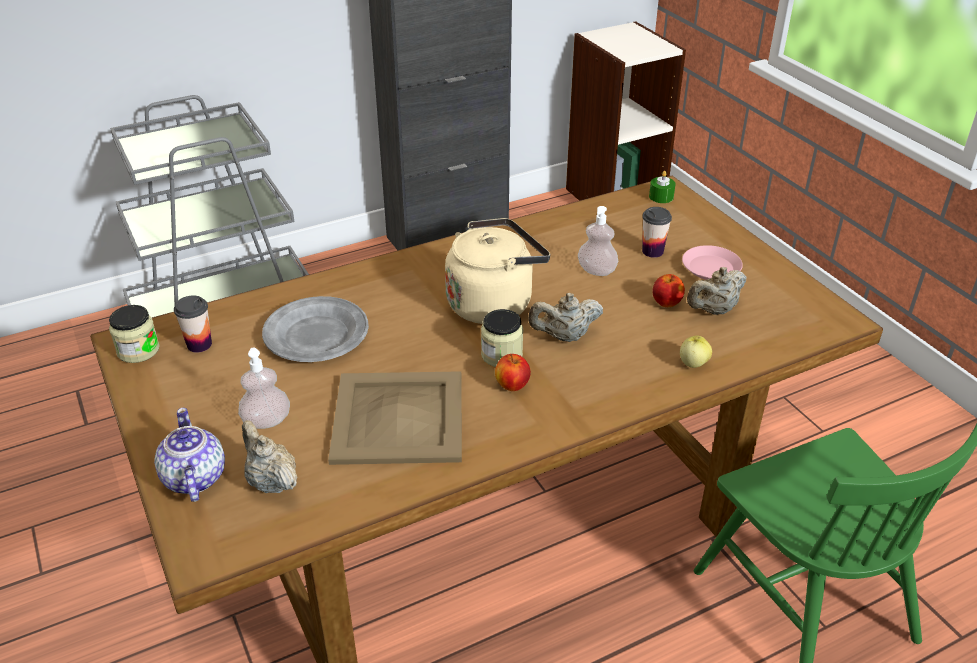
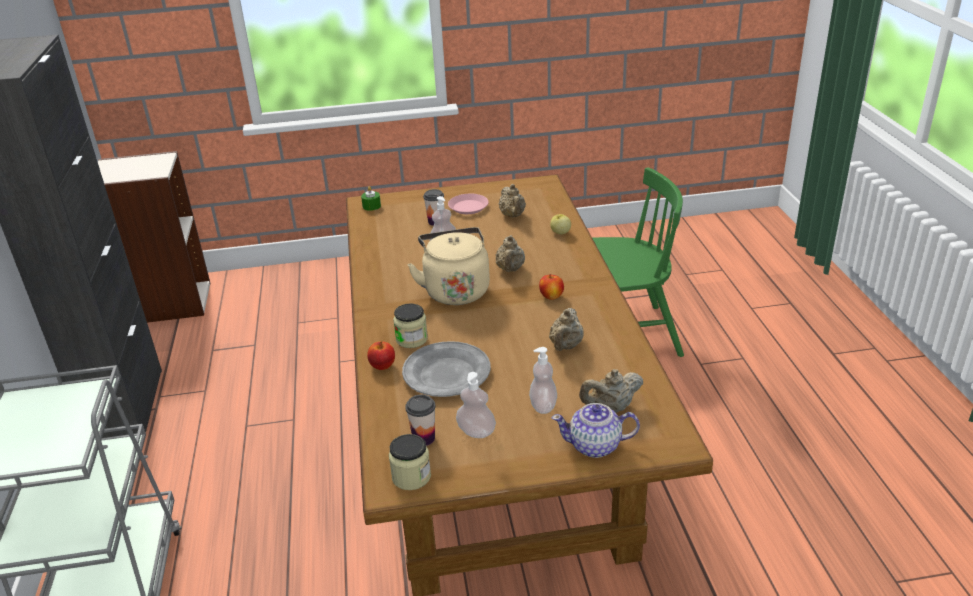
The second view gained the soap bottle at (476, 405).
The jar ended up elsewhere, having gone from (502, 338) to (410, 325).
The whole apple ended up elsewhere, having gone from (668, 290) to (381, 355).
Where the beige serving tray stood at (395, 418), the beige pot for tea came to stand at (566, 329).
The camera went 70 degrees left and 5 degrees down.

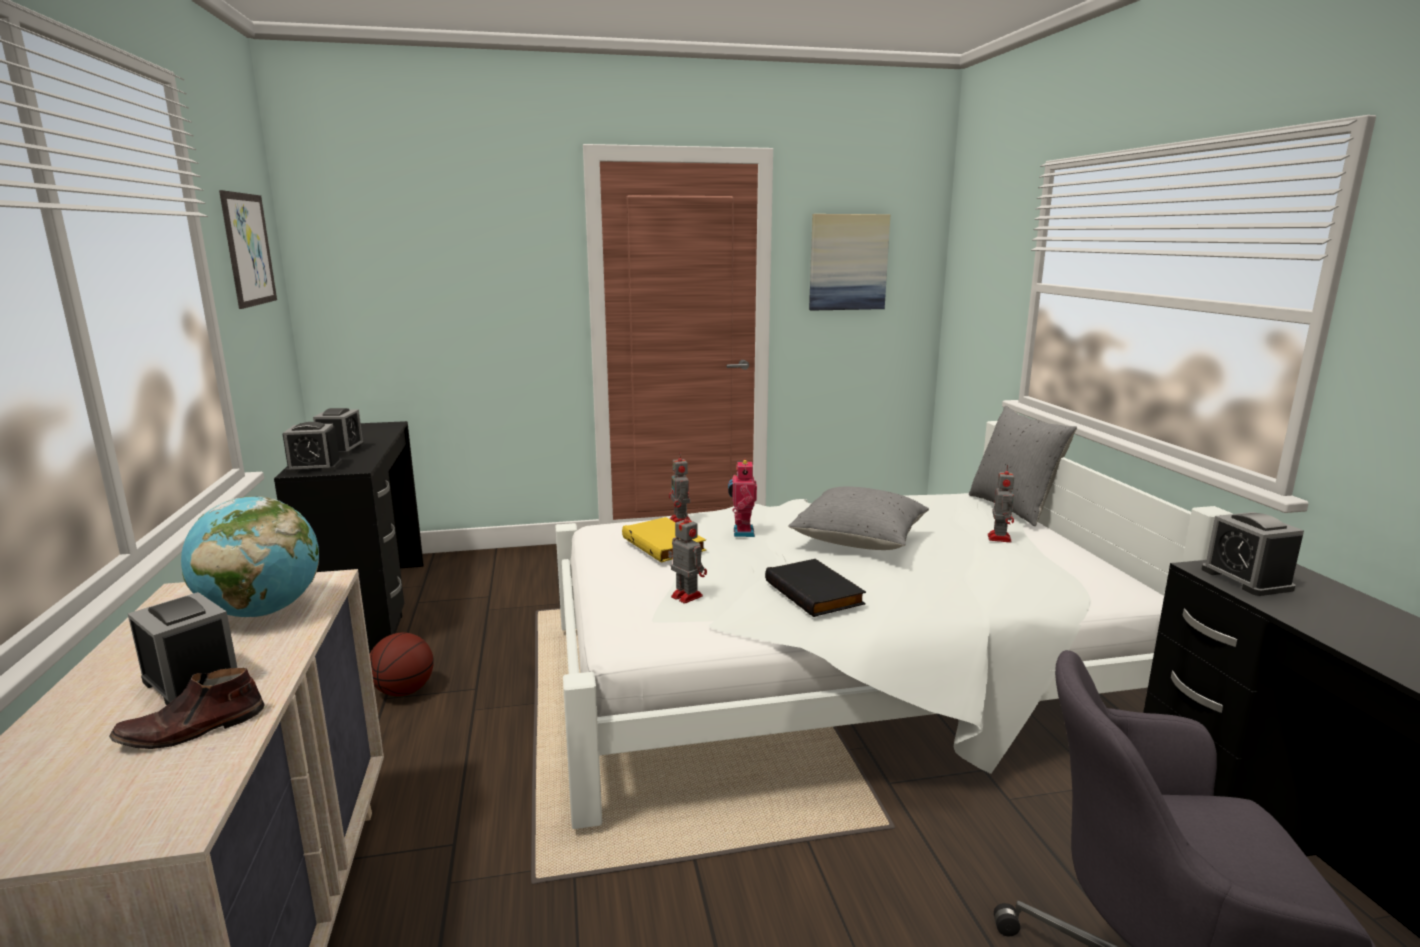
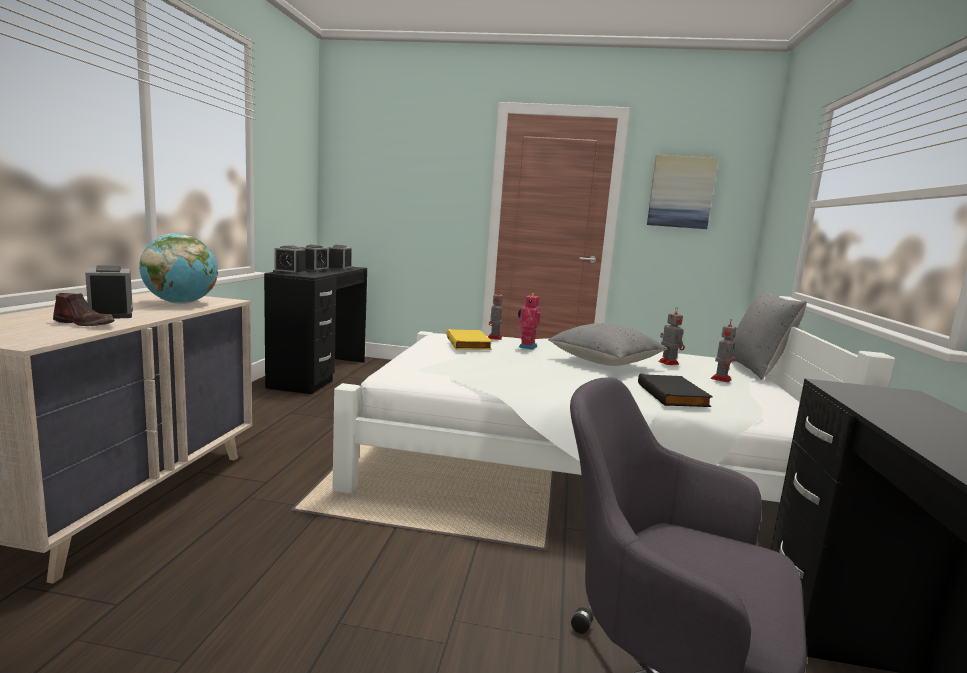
The second view lost the picture at (248, 249).
The second view lost the ball for basketball at (402, 664).
The toy robot ended up elsewhere, having gone from (687, 558) to (671, 336).
The black-coloured volume ended up elsewhere, having gone from (815, 588) to (675, 390).
The table clock ended up elsewhere, having gone from (1252, 554) to (340, 258).
The brownish shoe at (187, 708) ended up facing another way, 150 degrees counterclockwise from before.
The camera went 20 degrees right and 5 degrees down.

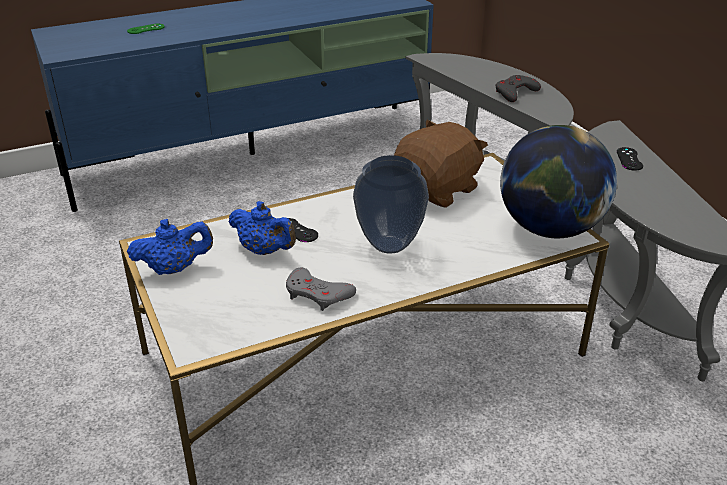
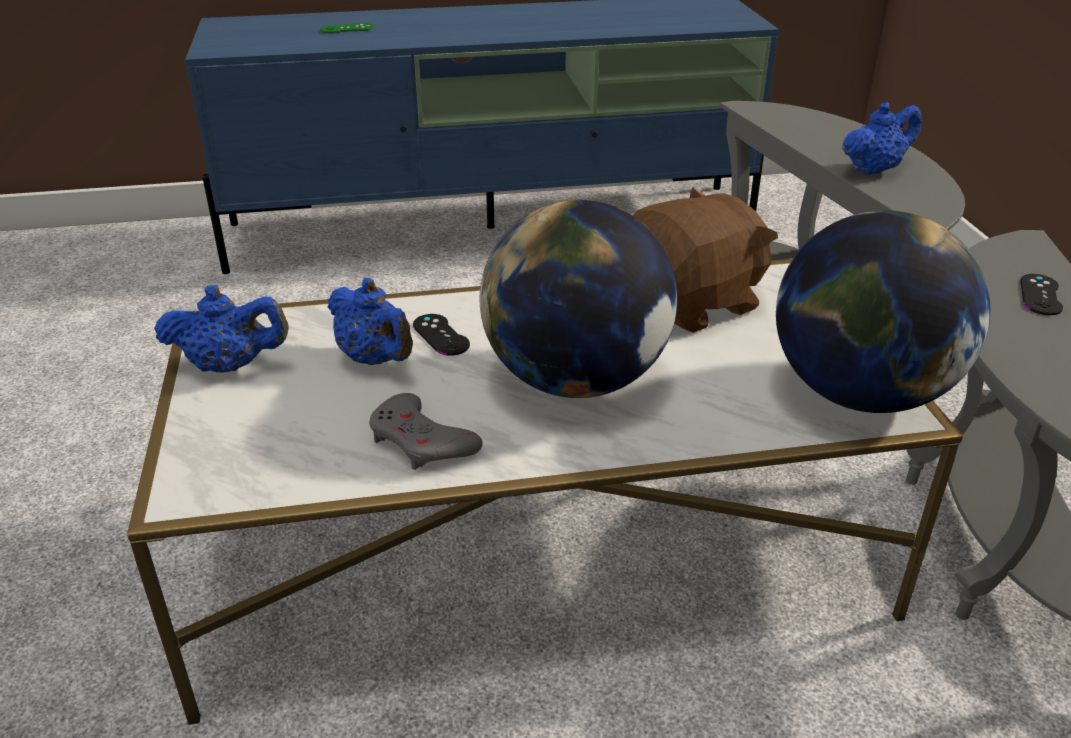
Where the vase stood at (391, 204), the world globe came to stand at (579, 299).
Where the gray gamepad stood at (518, 88), the blue pot for tea came to stand at (882, 138).
The camera went 15 degrees right and 0 degrees up.

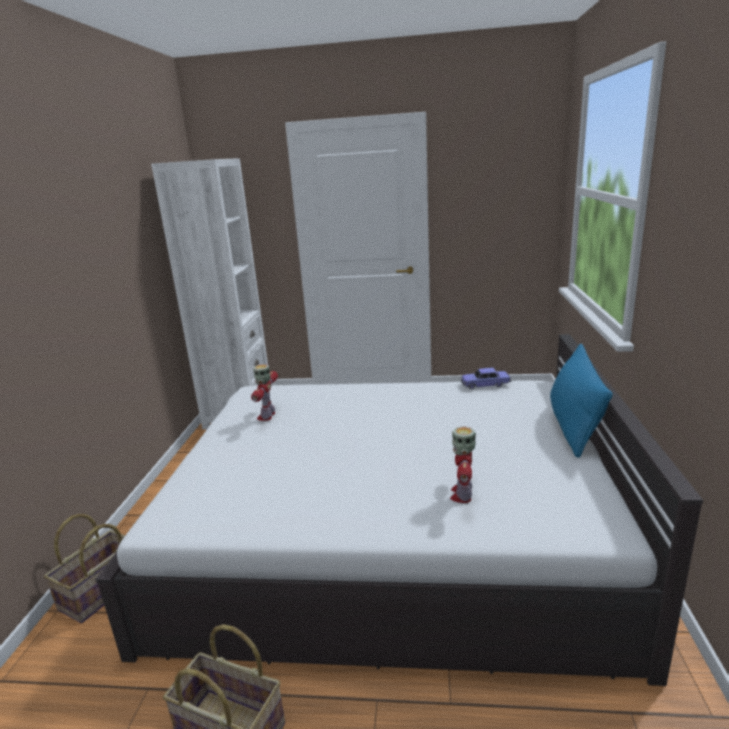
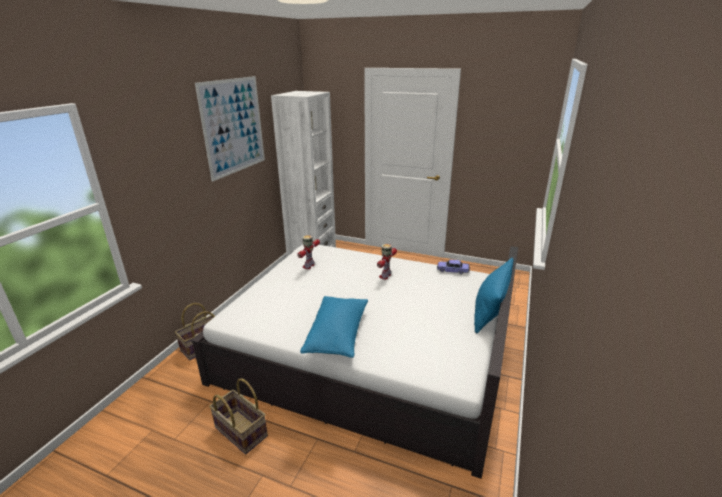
The second view gained the picture at (230, 129).
The second view gained the blue pillow at (334, 327).
The toy robot ended up elsewhere, having gone from (463, 464) to (387, 261).
The camera went 15 degrees right and 5 degrees up.

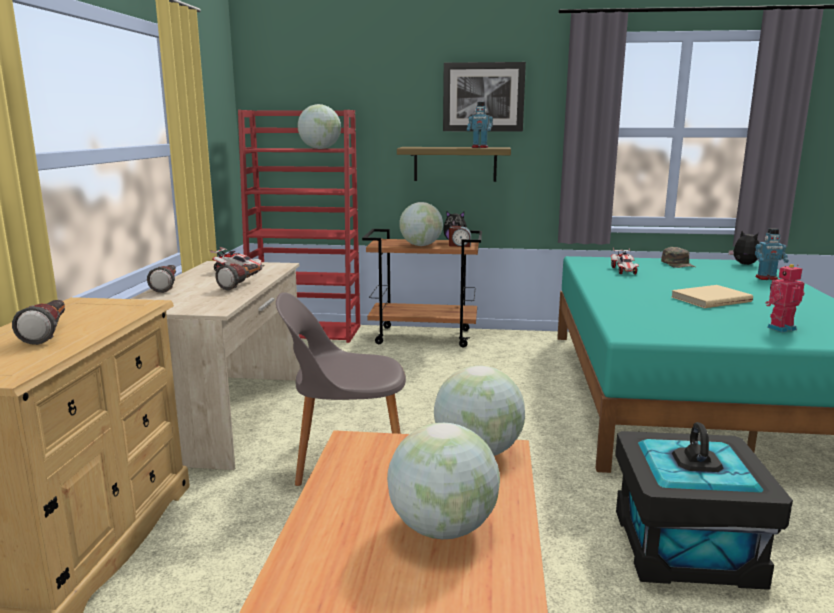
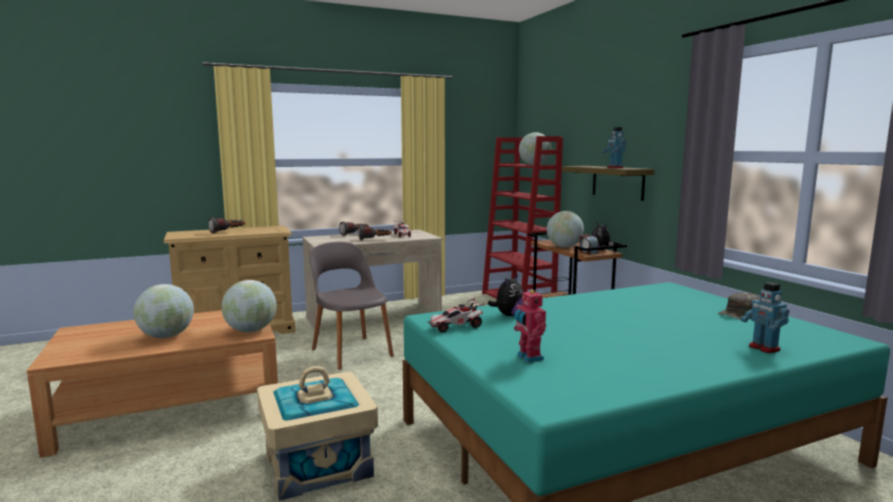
The second view lost the picture at (484, 96).
The second view lost the beige volume at (712, 296).
The model car ended up elsewhere, having gone from (625, 261) to (456, 315).
The plush toy ended up elsewhere, having gone from (743, 248) to (506, 295).
What was the black-coloured storage box at (704, 506) turned into the beige storage box at (317, 433).
The toy robot at (785, 298) ended up facing another way, 150 degrees counterclockwise from before.
The camera went 60 degrees right and 5 degrees down.

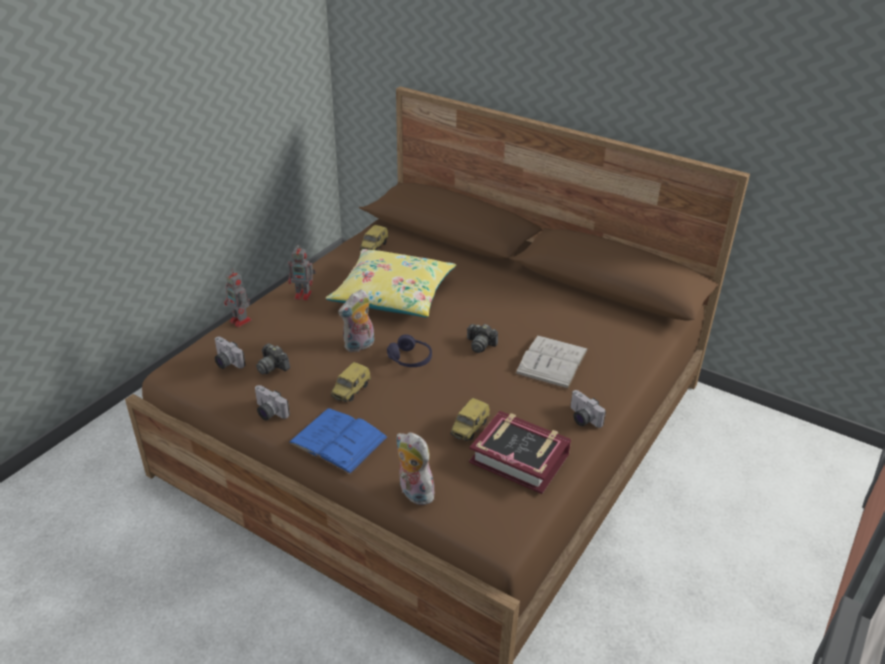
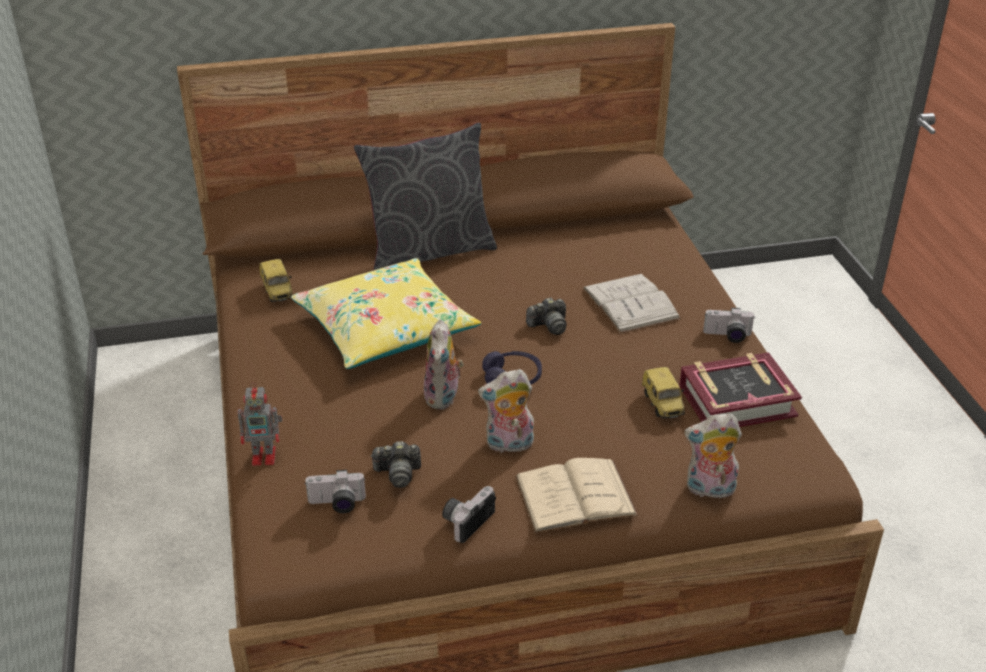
The second view lost the toy robot at (302, 272).
The second view gained the gray pillow at (425, 196).
Where the model car stood at (351, 382), the plush toy came to stand at (506, 411).
What was the blue volume at (338, 441) turned into the beige volume at (576, 495).
The still camera at (272, 402) ended up facing another way, 135 degrees clockwise from before.
The camera went 45 degrees left and 0 degrees up.

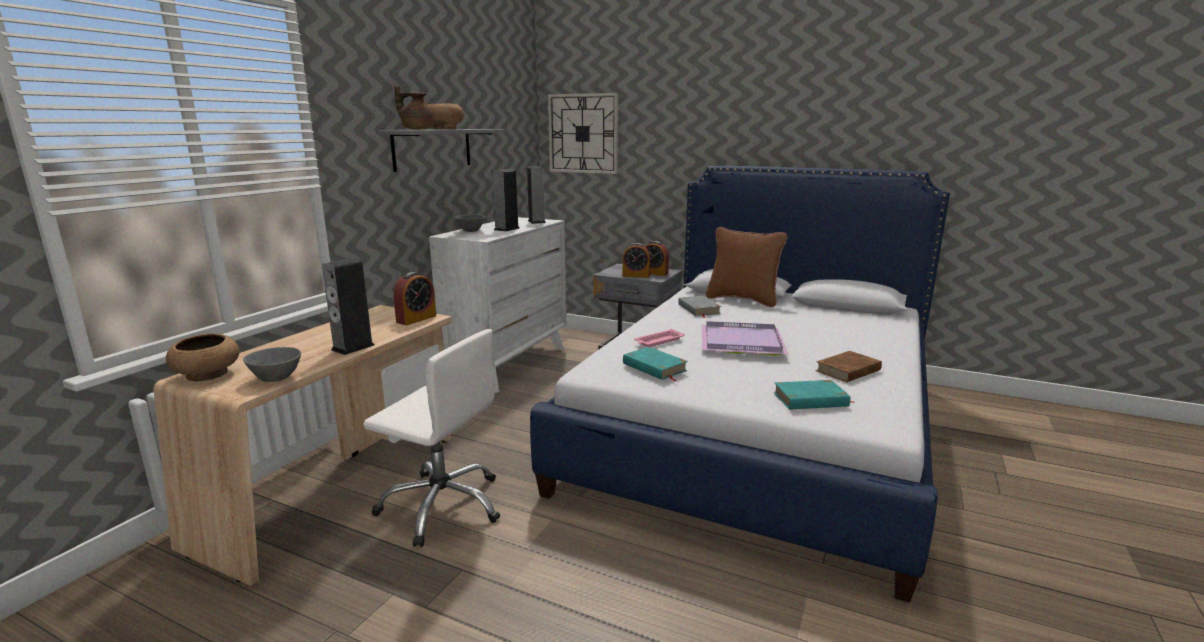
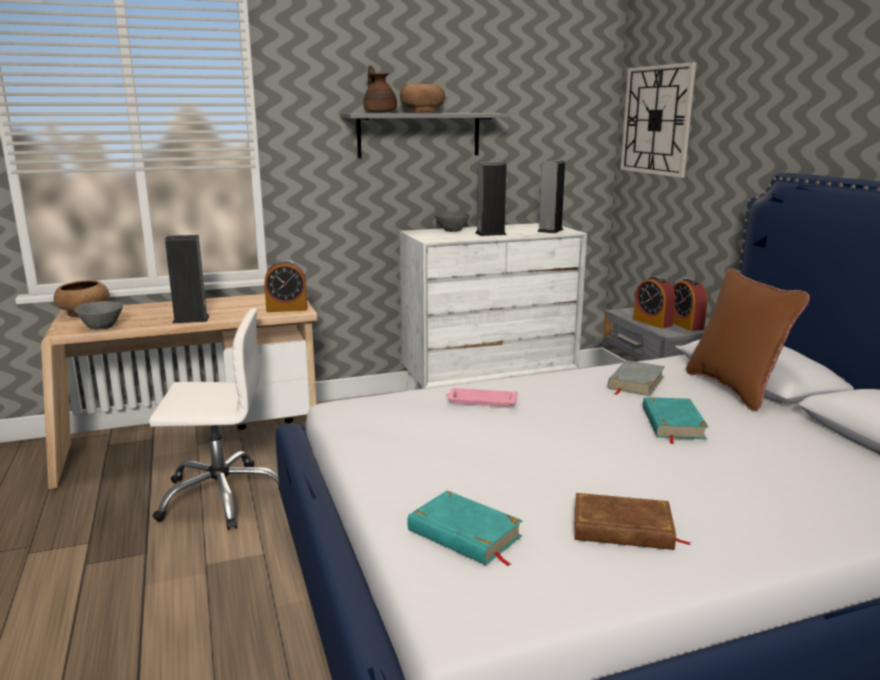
The second view lost the purplish serving tray at (745, 338).
The turquoise-coloured volume ended up elsewhere, having gone from (655, 364) to (675, 420).
The white-coloured desk chair at (431, 438) ended up facing another way, 75 degrees counterclockwise from before.
The camera went 45 degrees right and 0 degrees up.

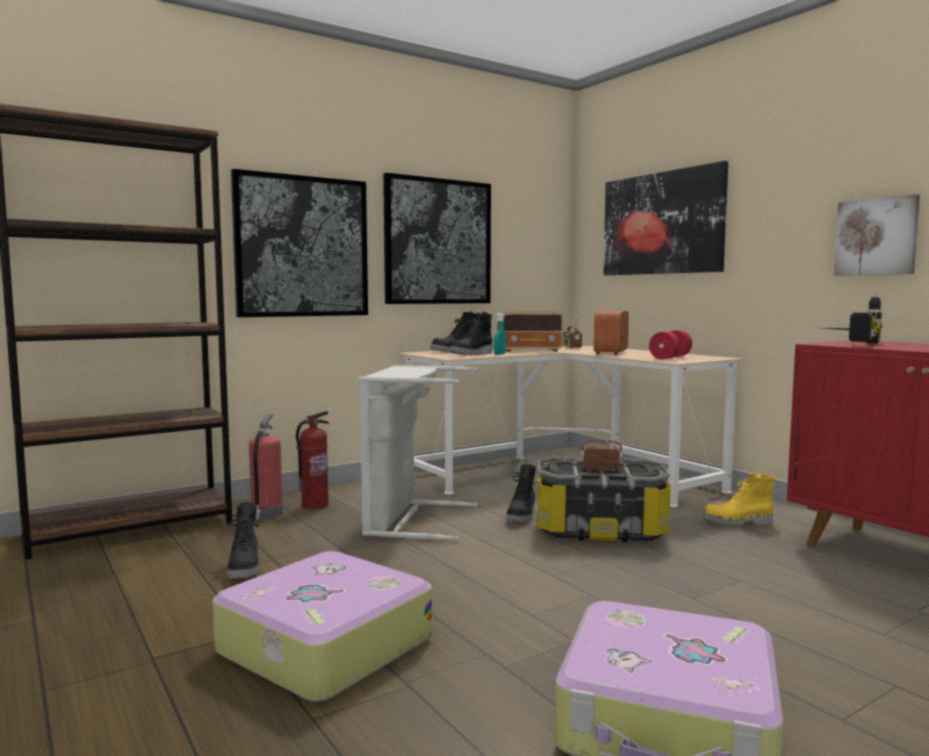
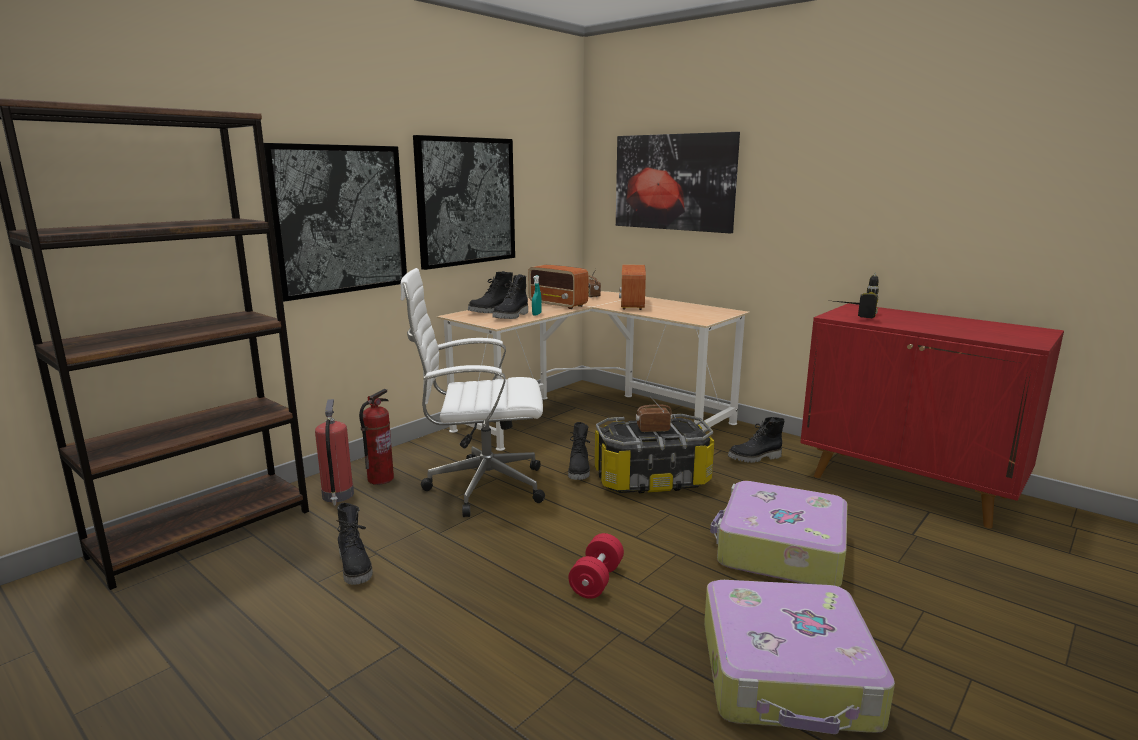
The second view lost the picture at (877, 235).
The suitcase ended up elsewhere, having gone from (322, 626) to (778, 534).
The red dumbbell ended up elsewhere, having gone from (670, 345) to (596, 566).
Where the gray washing basket stood at (419, 453), the white-coloured desk chair came to stand at (473, 392).
What was the yellowish high-top boot at (738, 500) turned into the black-coloured high-top boot at (756, 440).
The radio set at (530, 331) ended up facing another way, 60 degrees clockwise from before.
The camera went 15 degrees left and 10 degrees up.

